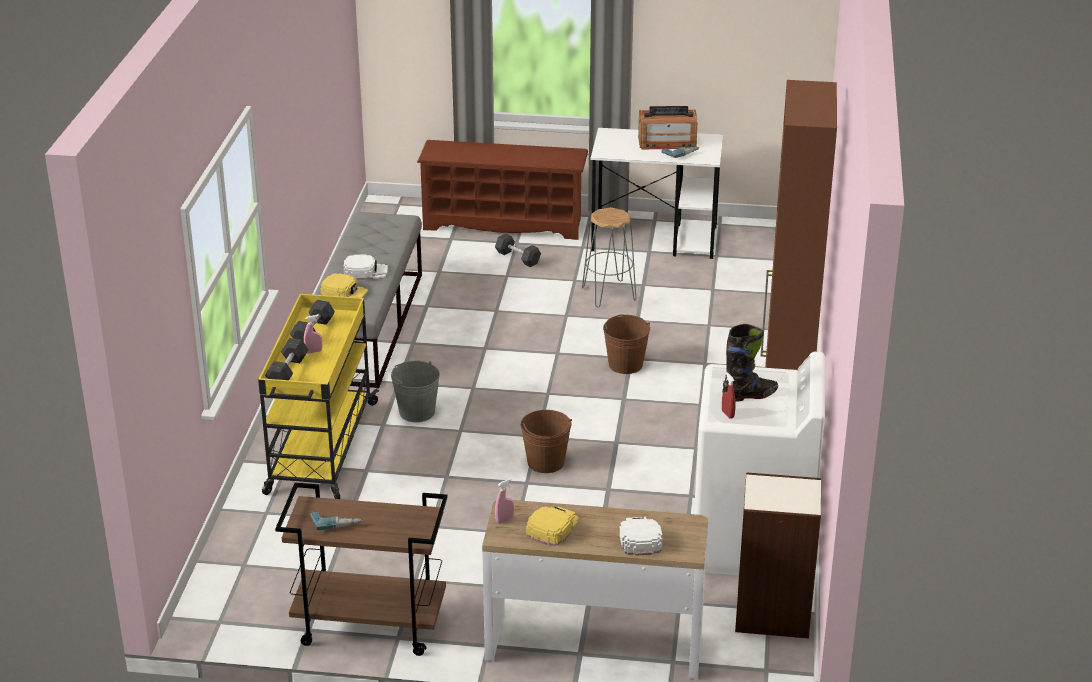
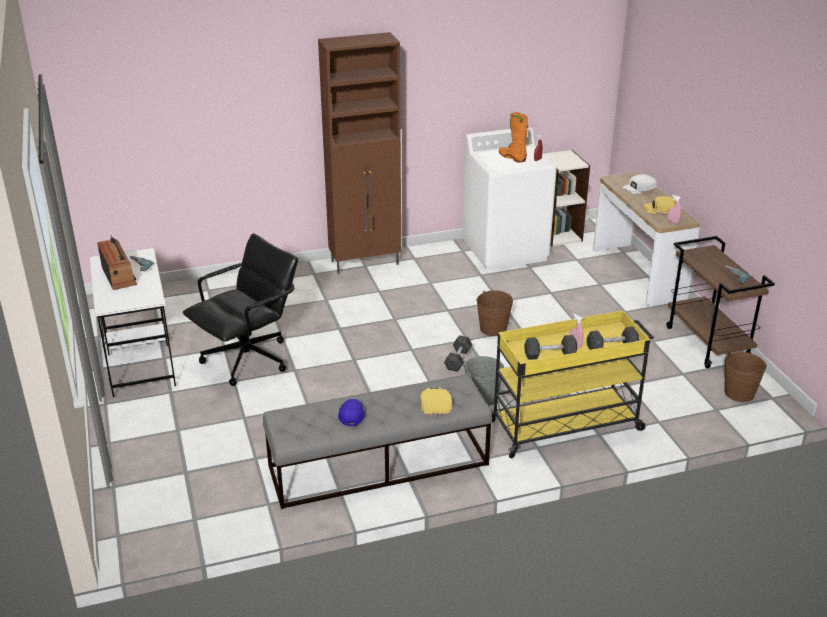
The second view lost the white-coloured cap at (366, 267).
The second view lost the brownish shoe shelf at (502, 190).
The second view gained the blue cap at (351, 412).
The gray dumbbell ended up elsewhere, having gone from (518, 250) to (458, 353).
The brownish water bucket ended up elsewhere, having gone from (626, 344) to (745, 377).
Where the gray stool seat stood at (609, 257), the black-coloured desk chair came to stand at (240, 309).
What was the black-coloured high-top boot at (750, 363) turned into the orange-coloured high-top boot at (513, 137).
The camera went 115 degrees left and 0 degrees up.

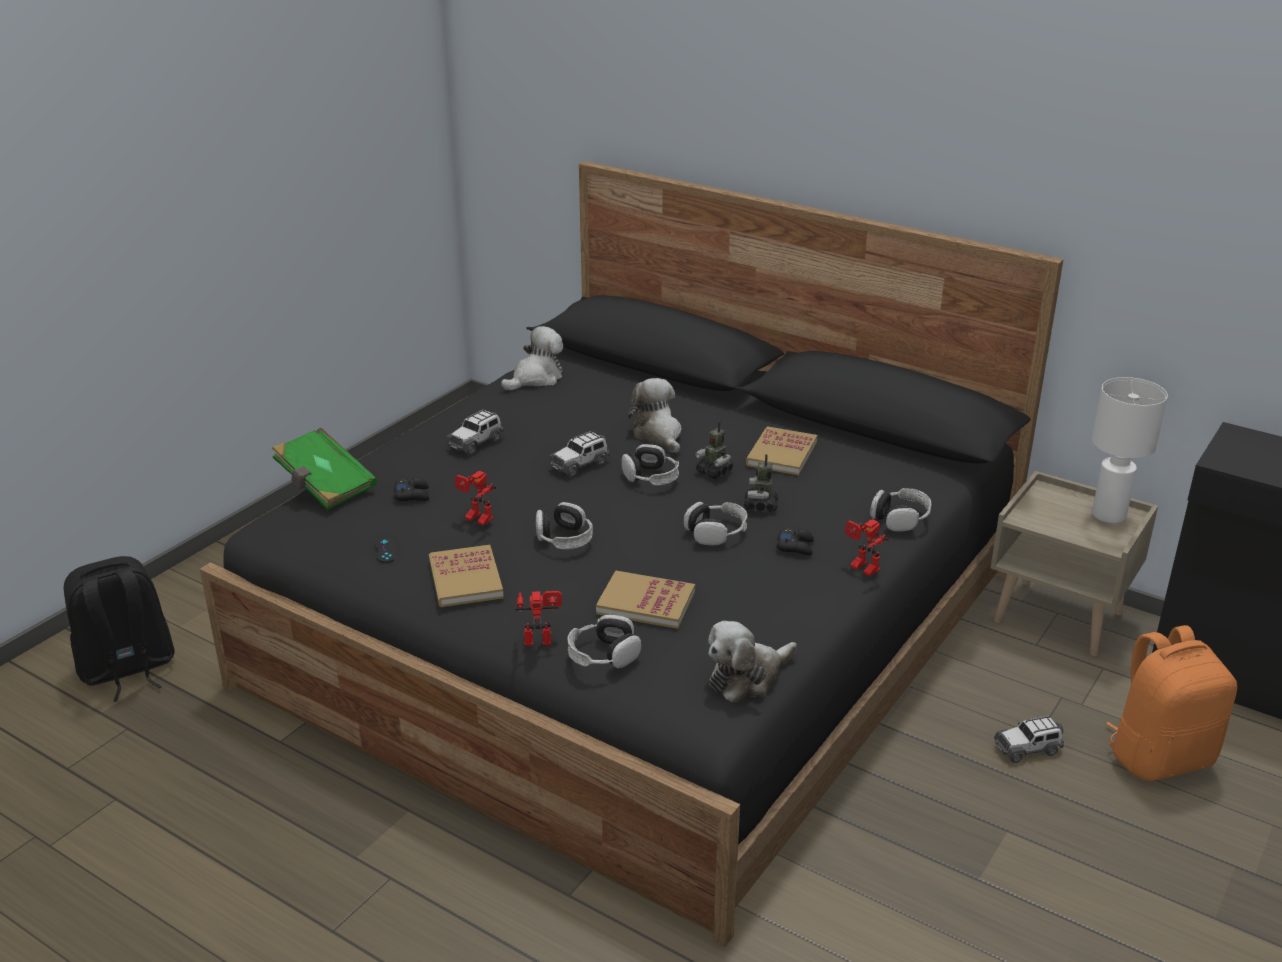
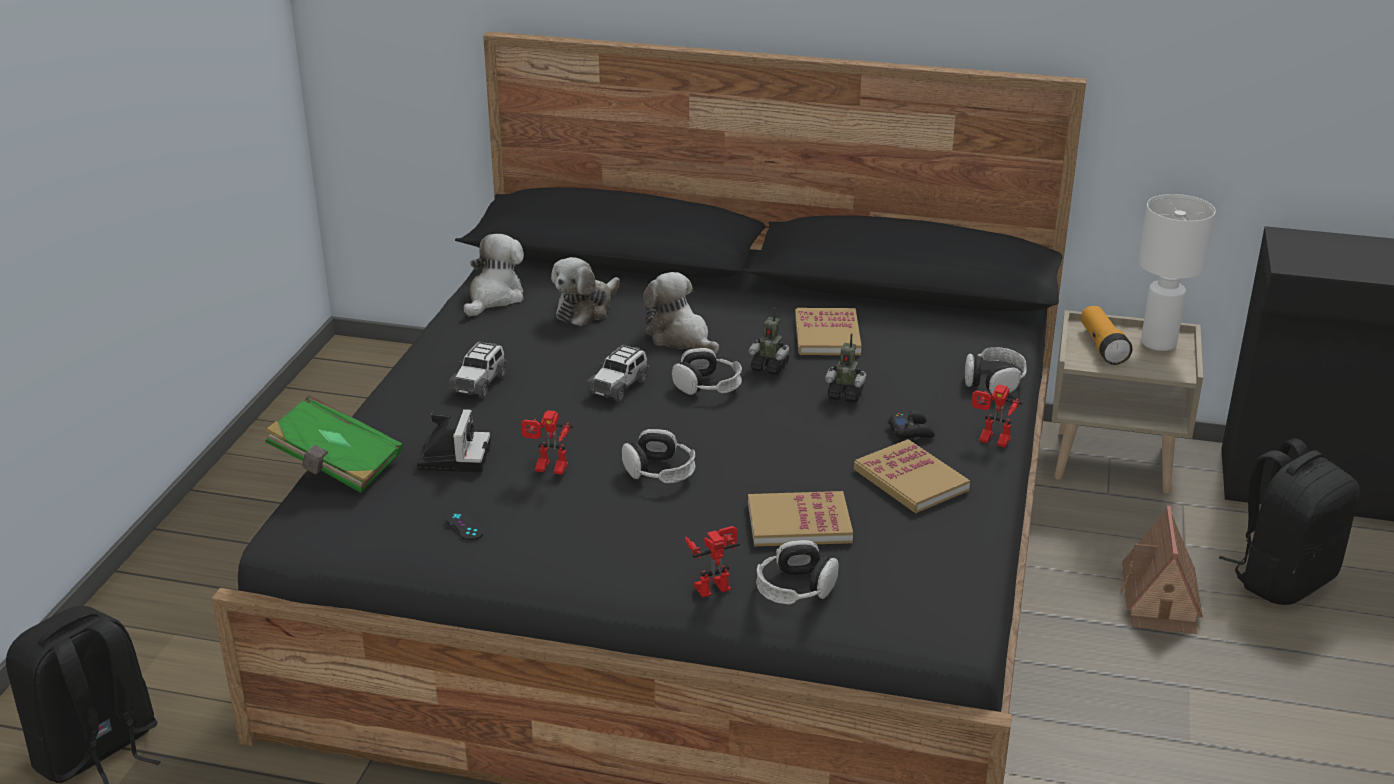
The second view lost the headset at (715, 523).
The second view gained the hand torch at (1107, 335).
The volume ended up elsewhere, having gone from (466, 576) to (912, 476).
The plush toy ended up elsewhere, having gone from (752, 661) to (585, 291).
Where the black-coloured gamepad stood at (411, 489), the still camera came to stand at (453, 440).
Where the model car stood at (1029, 739), the miniature house came to stand at (1161, 570).
What was the orange-coloured backpack at (1171, 703) turned into the black-coloured backpack at (1289, 521).
The toy robot at (761, 483) ended up facing another way, 60 degrees counterclockwise from before.
The camera went 20 degrees left and 0 degrees up.

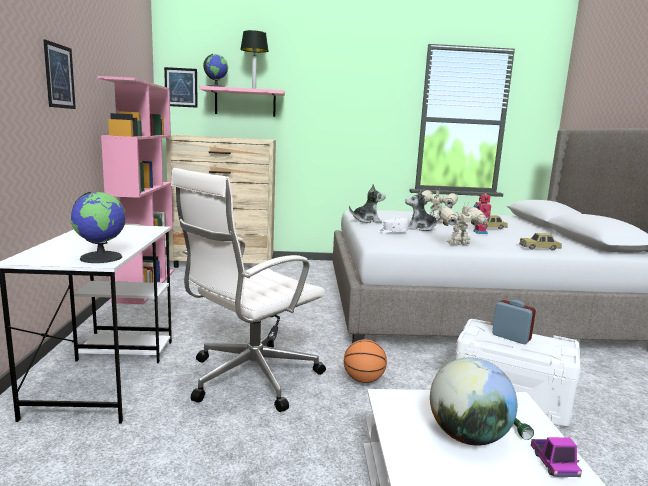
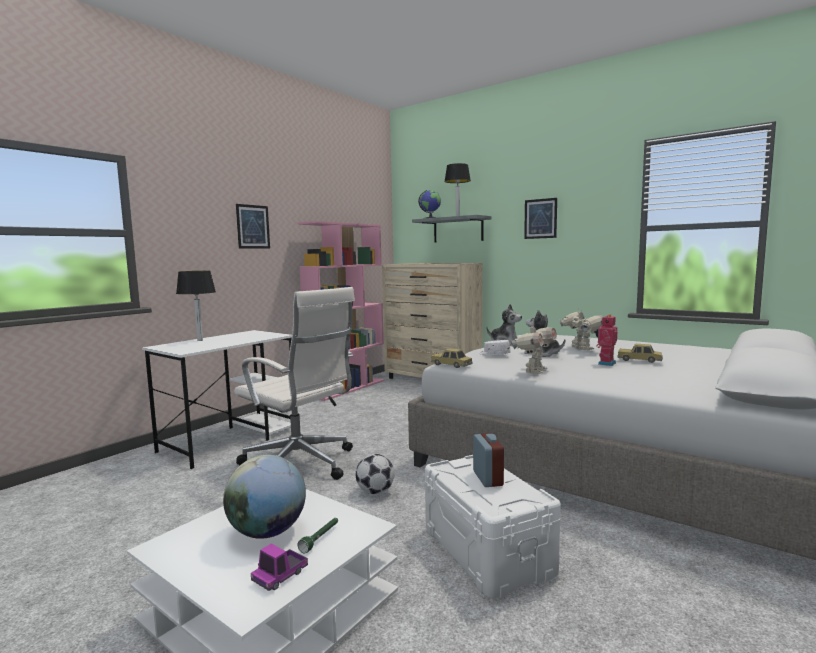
The second view lost the world globe at (98, 227).
The second view gained the table lamp at (196, 306).
The picture ended up elsewhere, having gone from (181, 87) to (540, 218).
The model car ended up elsewhere, having gone from (540, 242) to (451, 358).
Where the ball for basketball stood at (365, 361), the ball for football came to stand at (375, 474).
What was the pink-coloured wall shelf at (242, 101) turned into the gray wall shelf at (451, 229).
The white-coloured desk chair at (248, 290) ended up facing another way, 135 degrees counterclockwise from before.
The toy robot at (464, 224) ended up facing another way, 105 degrees clockwise from before.
The camera went 40 degrees right and 5 degrees down.

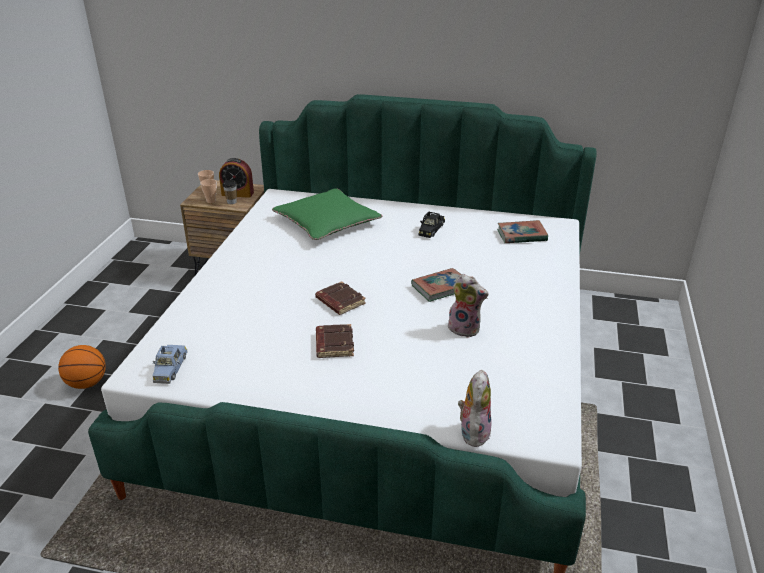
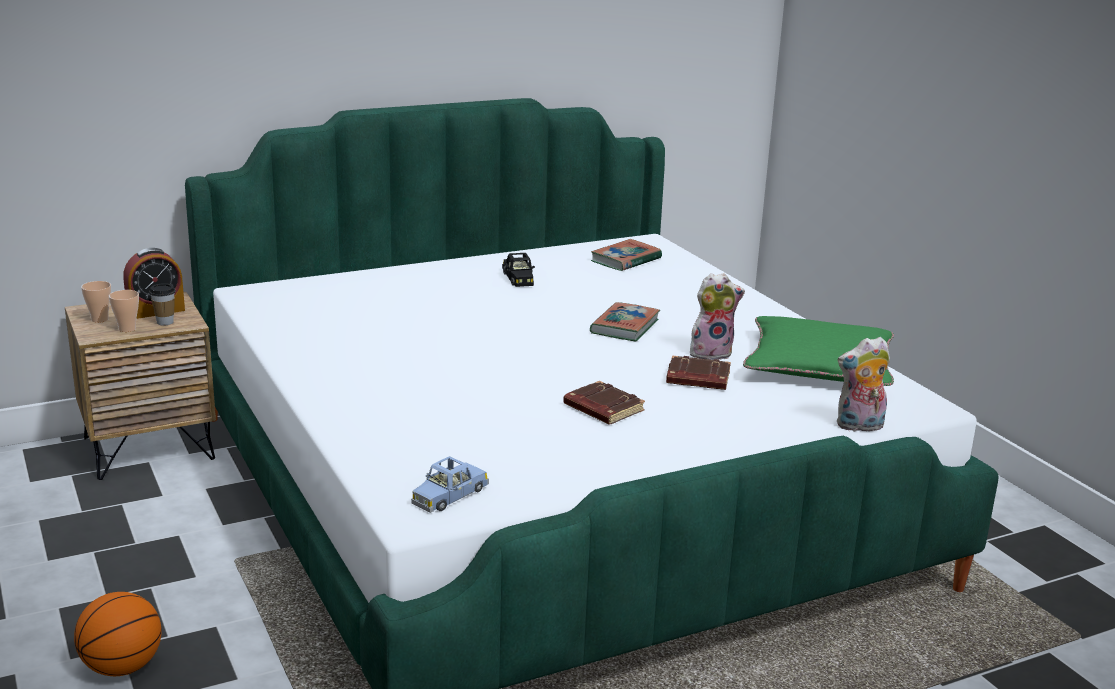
The green pillow ended up elsewhere, having gone from (327, 214) to (818, 351).
The brownish volume ended up elsewhere, having gone from (340, 298) to (698, 372).
The blue model car at (170, 364) ended up facing another way, 75 degrees clockwise from before.
The plush toy at (475, 408) ended up facing another way, 75 degrees counterclockwise from before.
The camera went 40 degrees left and 10 degrees down.

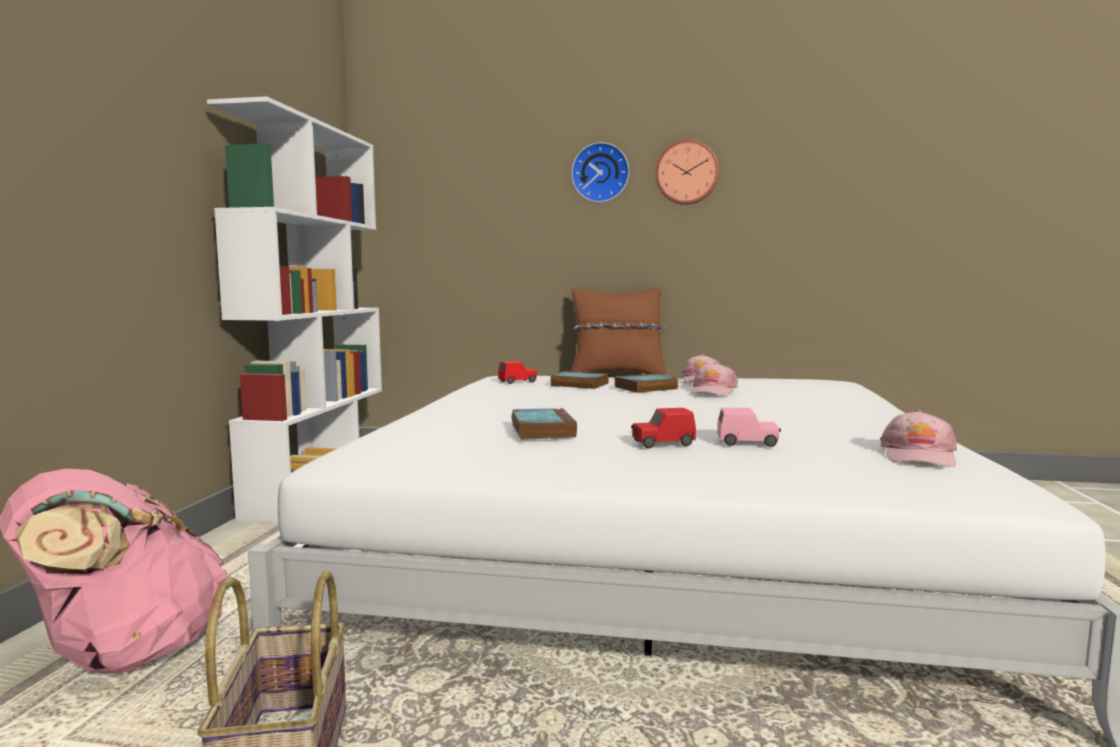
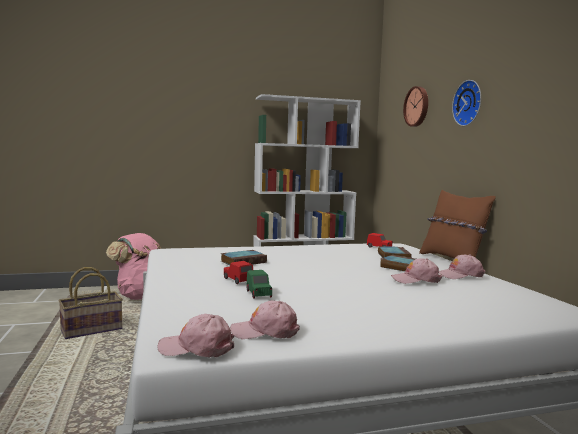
The second view gained the pink-coloured cap at (196, 335).
The wall clock ended up elsewhere, having gone from (687, 172) to (415, 106).
What was the pink-coloured model car at (749, 427) turned into the green model car at (259, 284).
The camera went 65 degrees right and 0 degrees up.

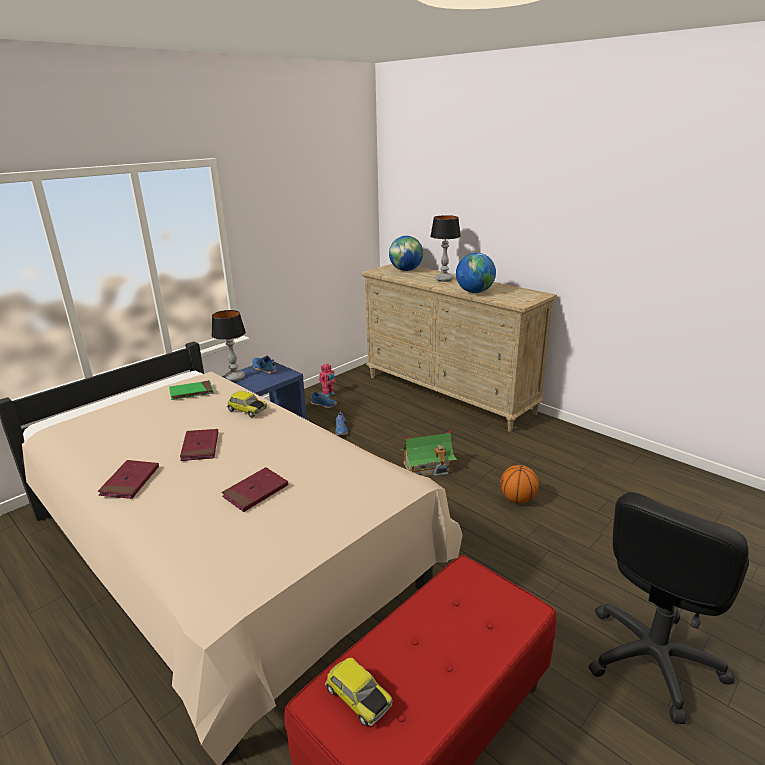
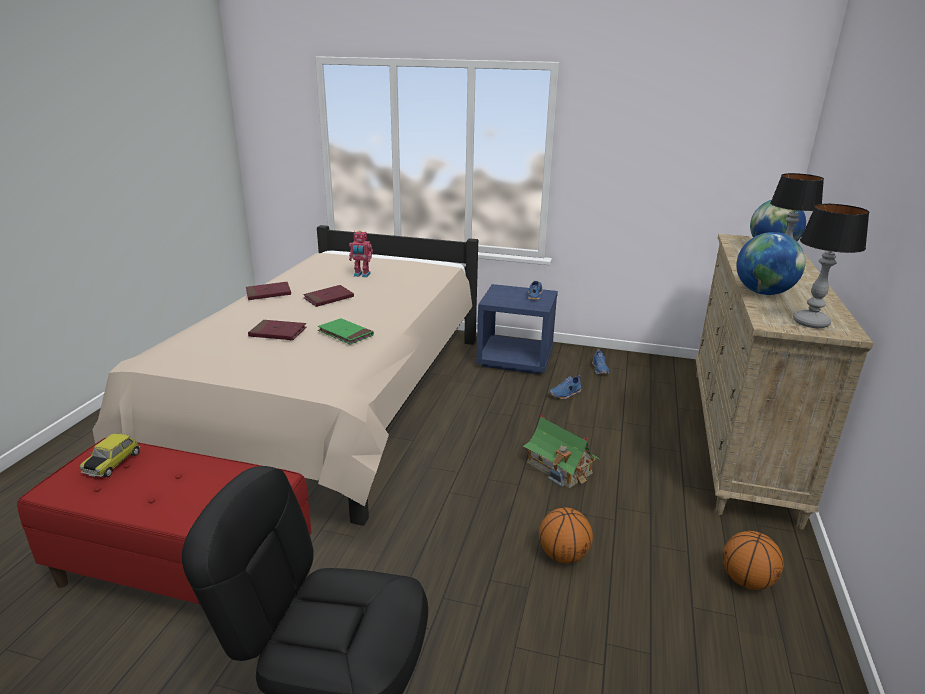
The second view lost the model car at (247, 404).
The second view gained the ball for basketball at (753, 560).
The green volume ended up elsewhere, having gone from (191, 390) to (346, 331).
The table lamp ended up elsewhere, having gone from (229, 345) to (831, 266).
The toy robot ended up elsewhere, having gone from (327, 380) to (361, 253).
The camera went 60 degrees right and 0 degrees up.

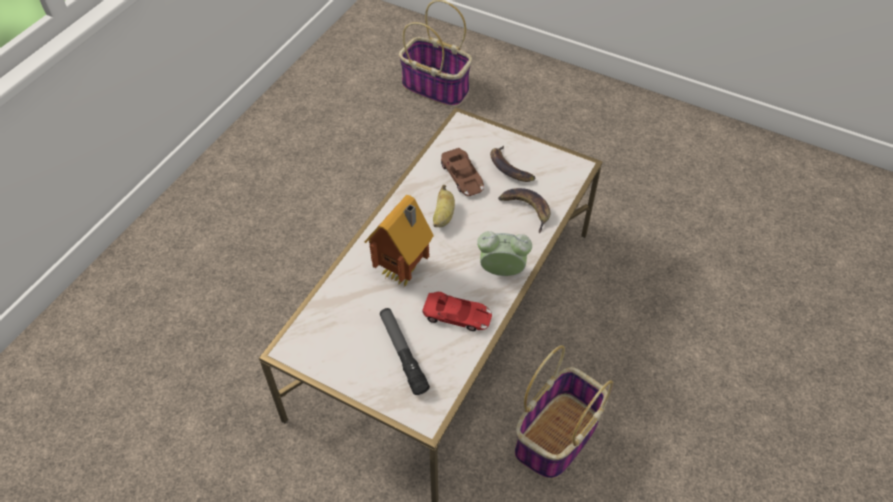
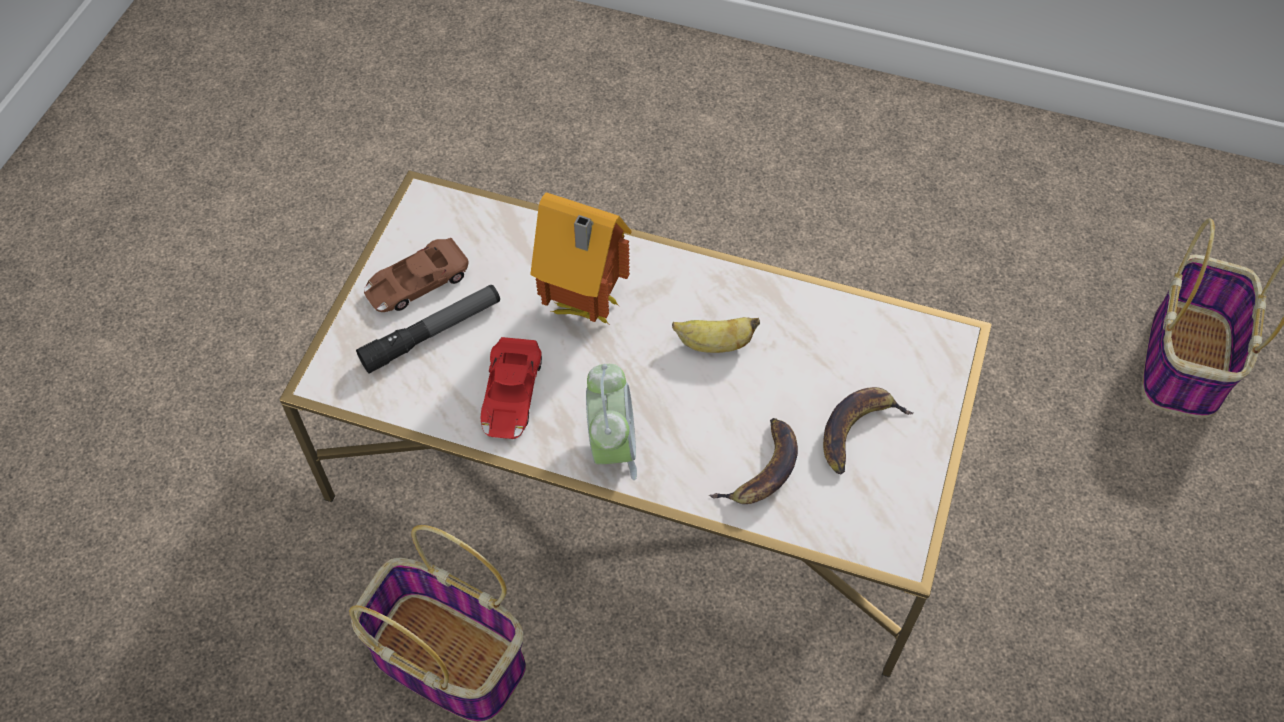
The brownish model car ended up elsewhere, having gone from (462, 172) to (416, 275).
The camera went 80 degrees right and 5 degrees up.

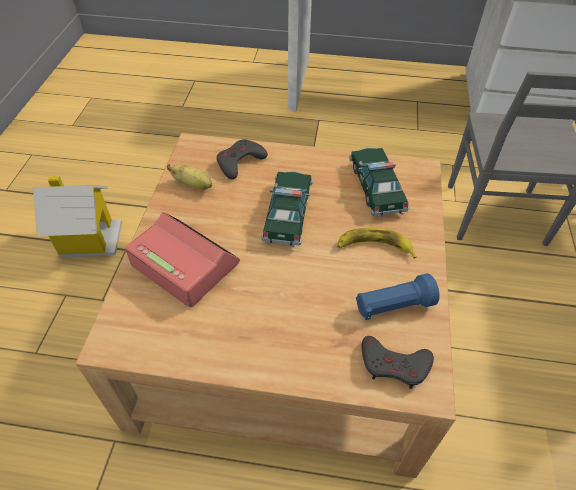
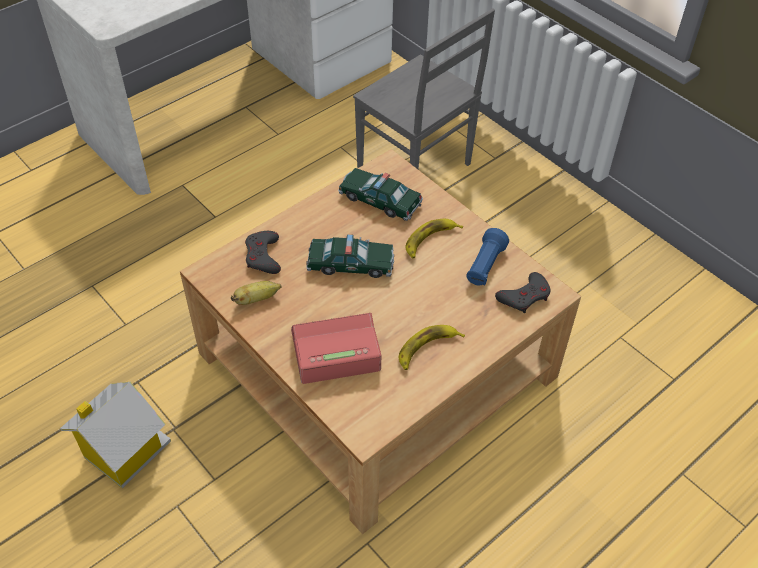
The second view gained the whole banana at (432, 347).
The model car at (287, 209) ended up facing another way, 135 degrees clockwise from before.
The camera went 50 degrees left and 0 degrees up.

